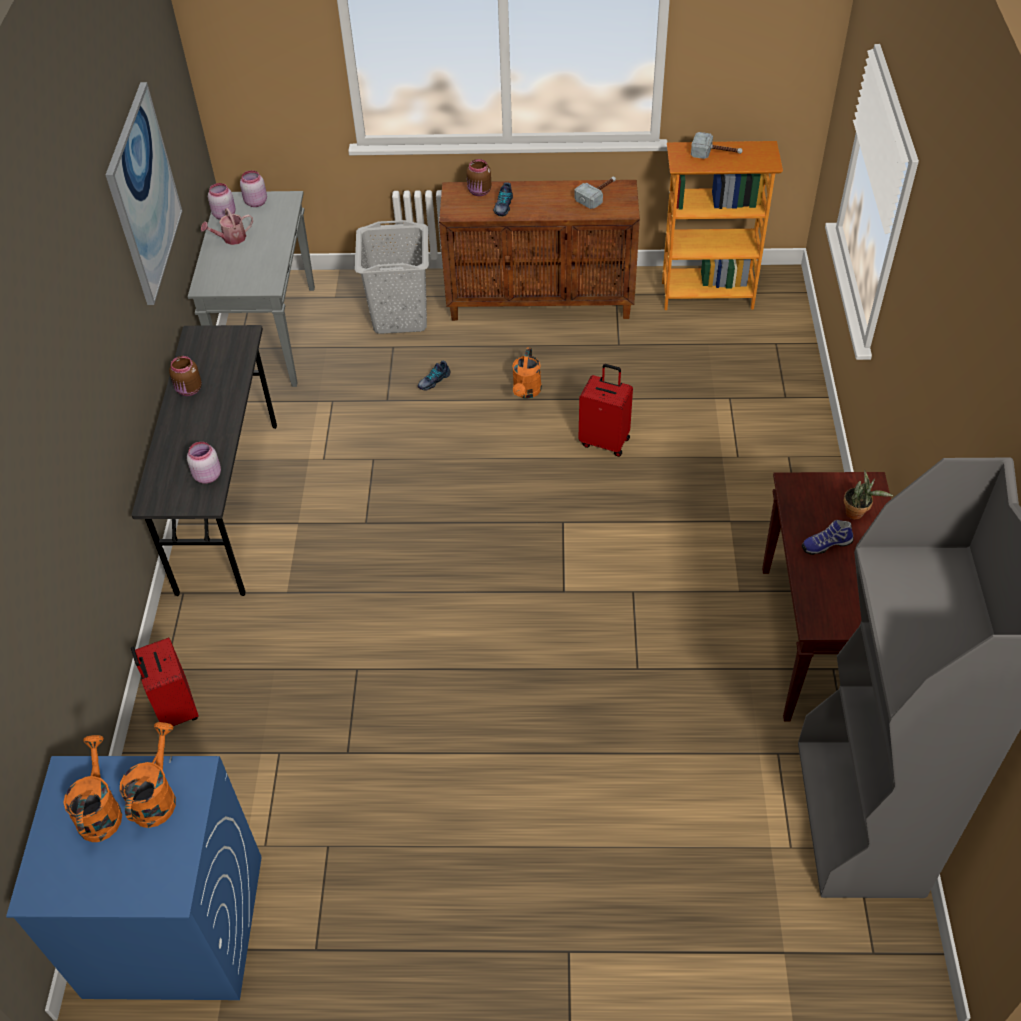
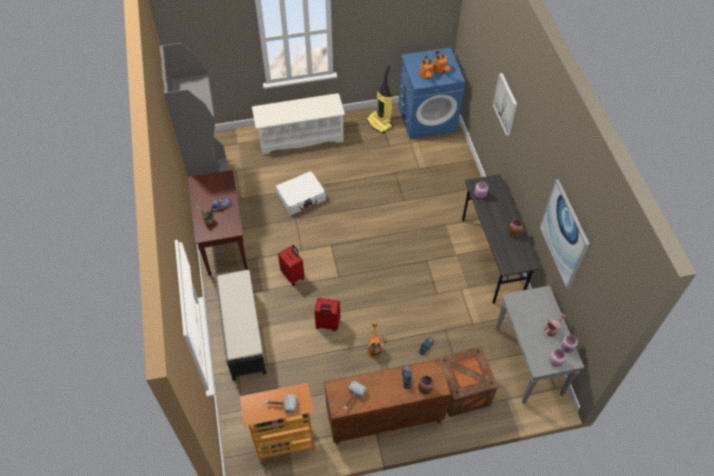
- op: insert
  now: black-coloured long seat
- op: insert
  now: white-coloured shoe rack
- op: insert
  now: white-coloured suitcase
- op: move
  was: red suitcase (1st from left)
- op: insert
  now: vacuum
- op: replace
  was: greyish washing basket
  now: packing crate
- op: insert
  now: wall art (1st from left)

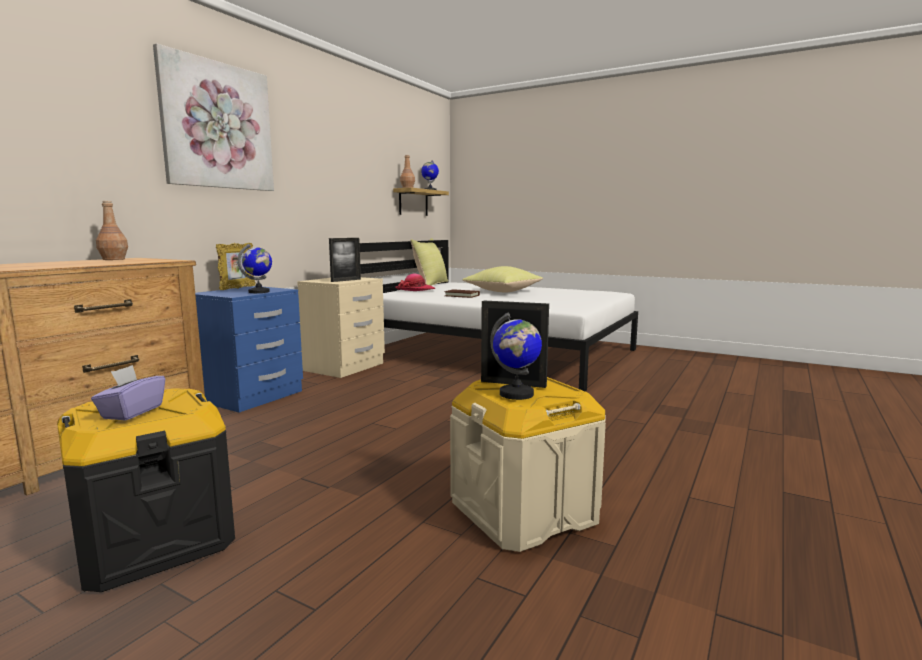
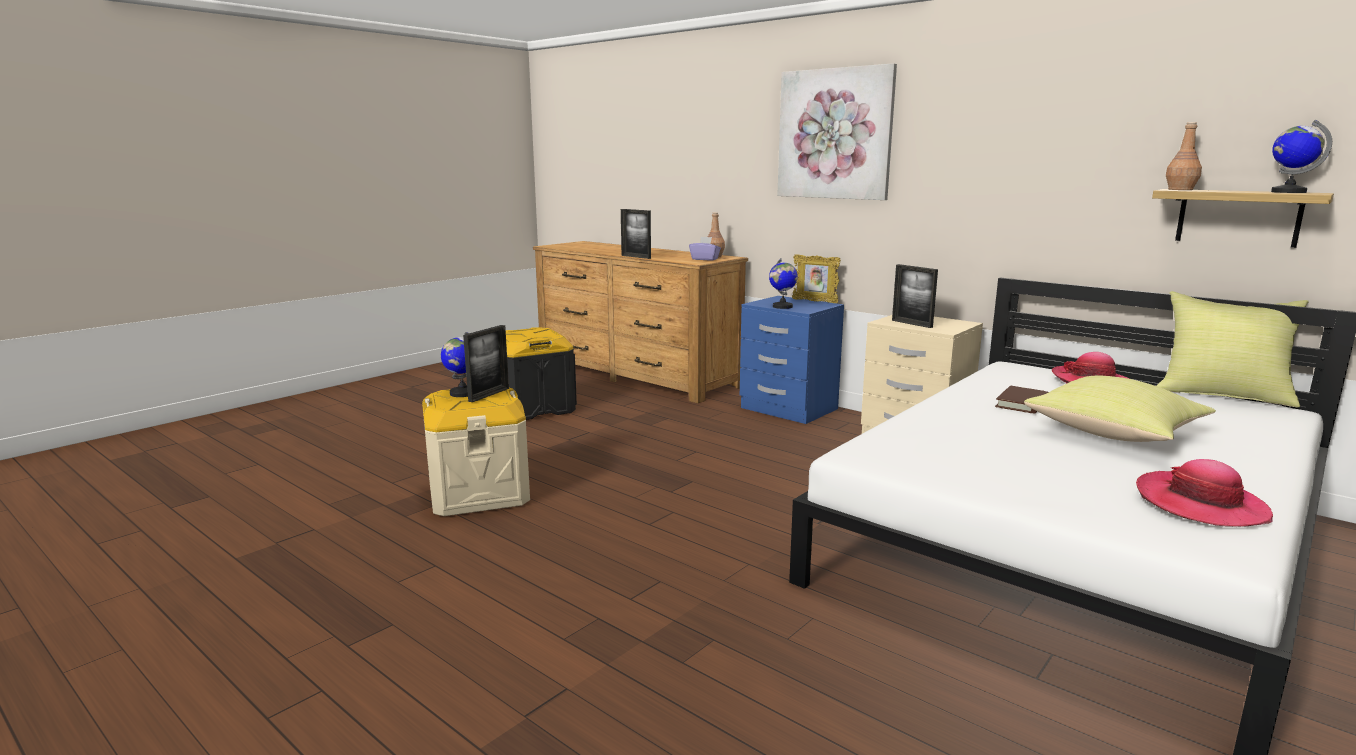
- op: insert
  now: picture frame (2nd from left)
- op: move
  was: purple box of tissues
- op: insert
  now: hat (2nd from left)

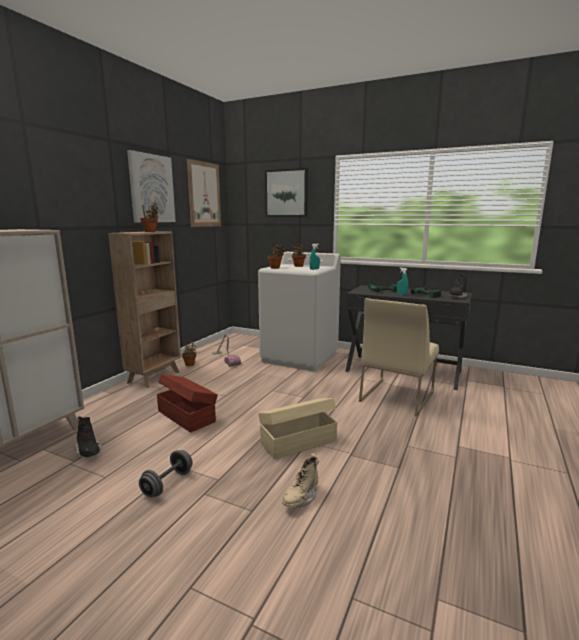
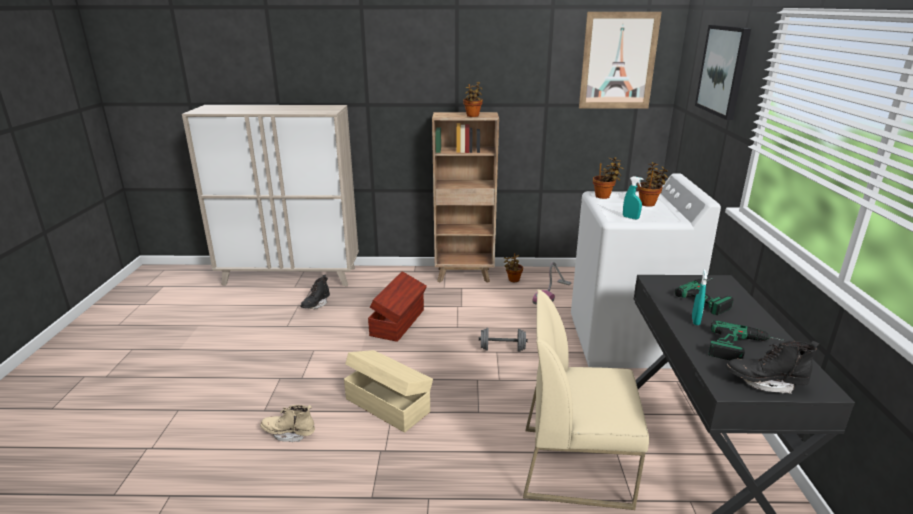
- op: move
  was: greyish free weight
- op: delete
  was: wall art (1st from left)

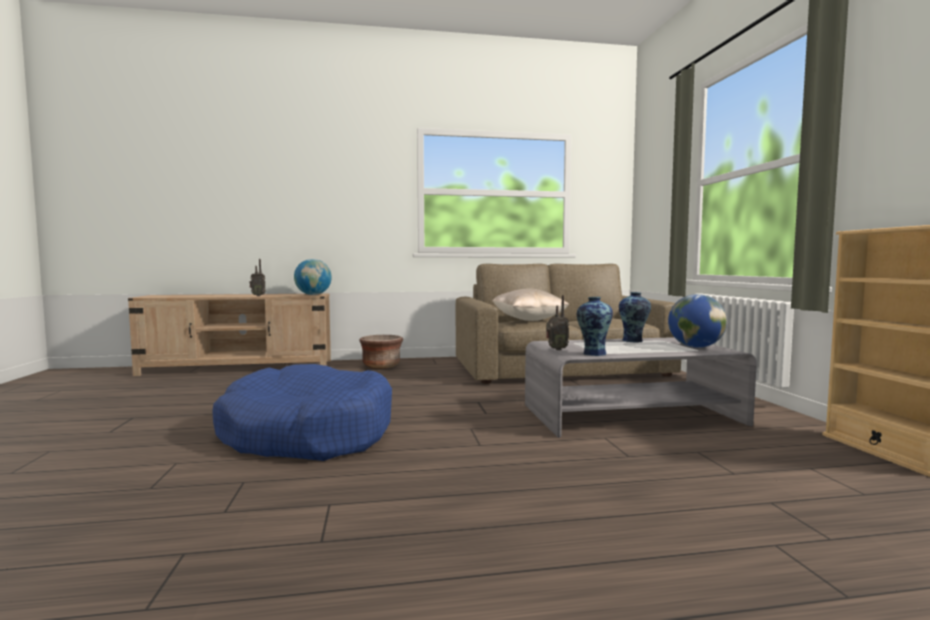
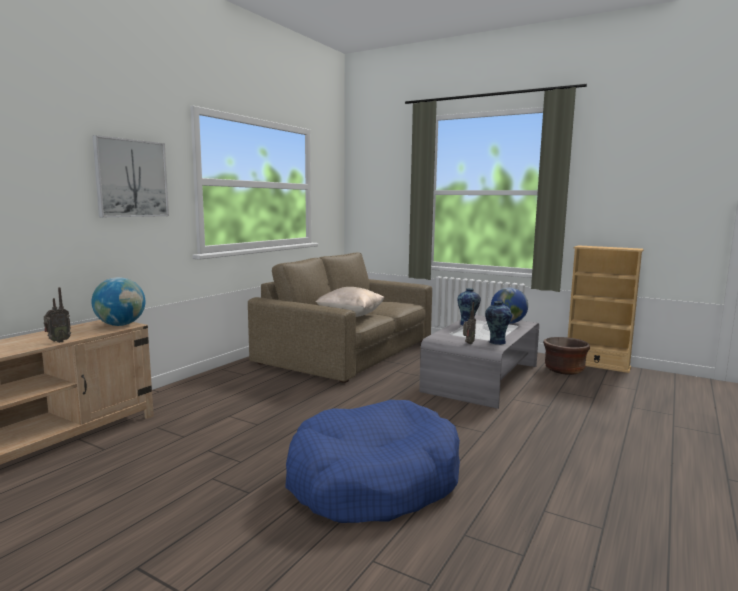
- op: insert
  now: wall art
- op: move
  was: brown plant pot

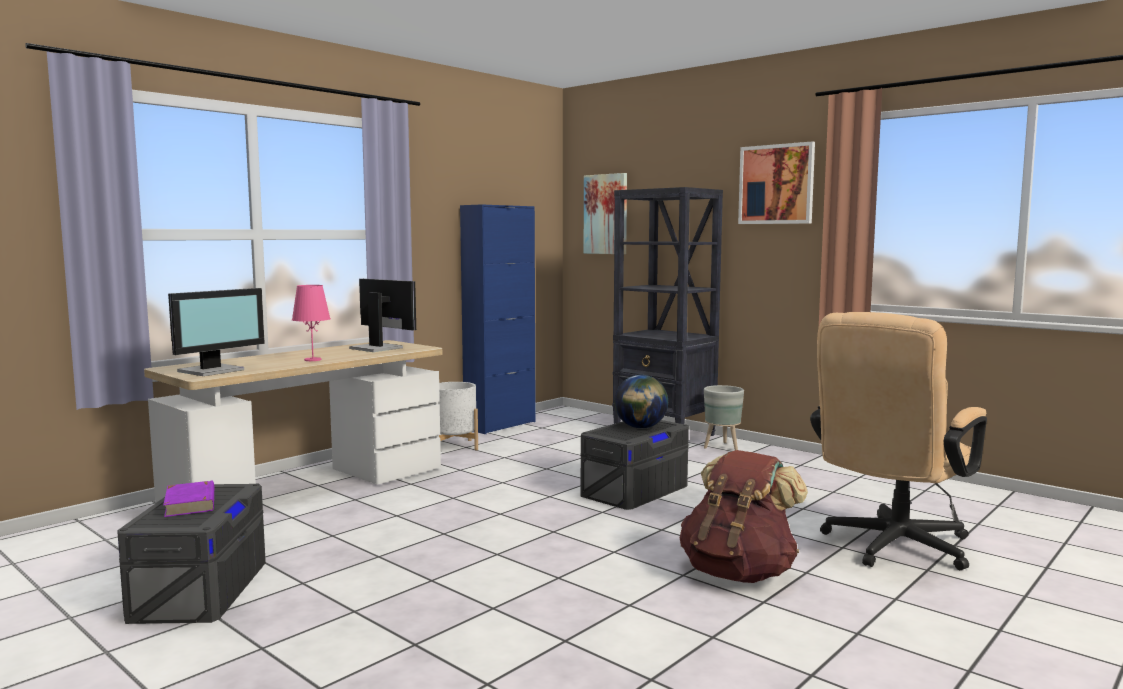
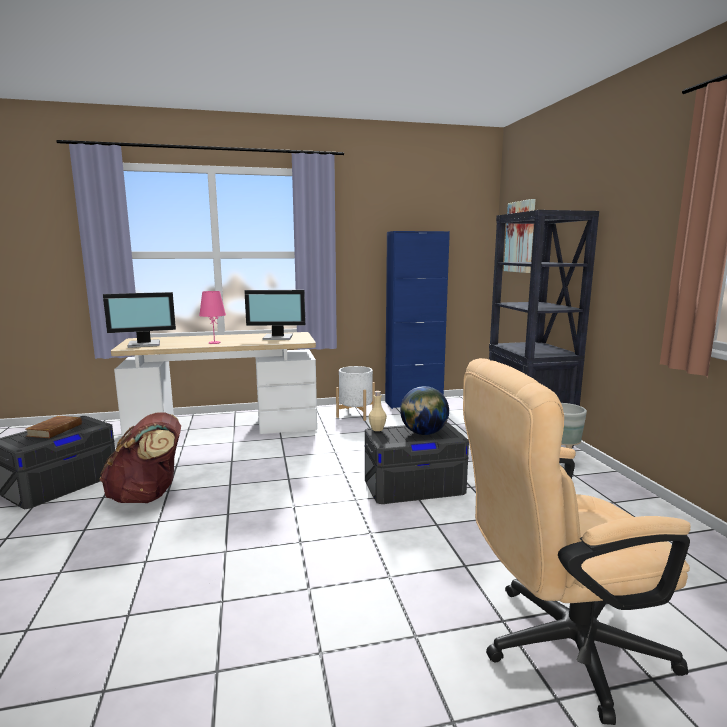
- op: recolor
  was: purple volume
  now: brown volume
- op: move
  was: brown backpack
- op: rotate
  was: computer display (2nd from left)
  clockwise: 105
- op: insert
  now: beige-coloured bottle
- op: delete
  was: wall art (2nd from left)

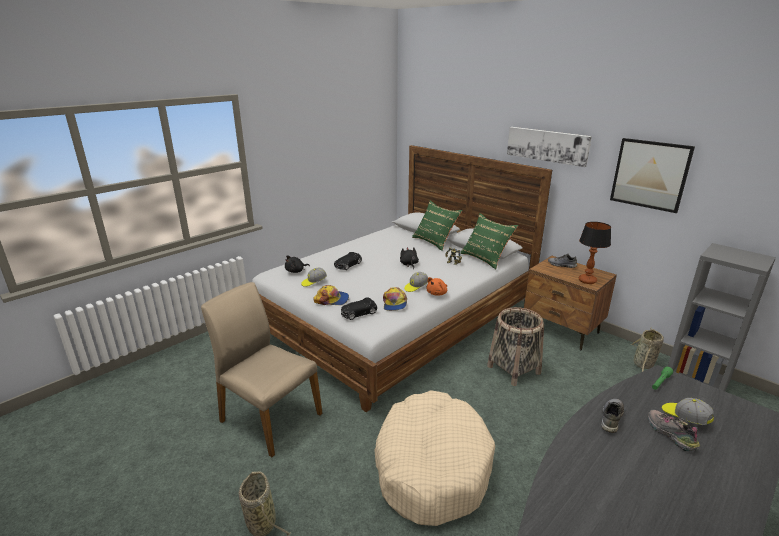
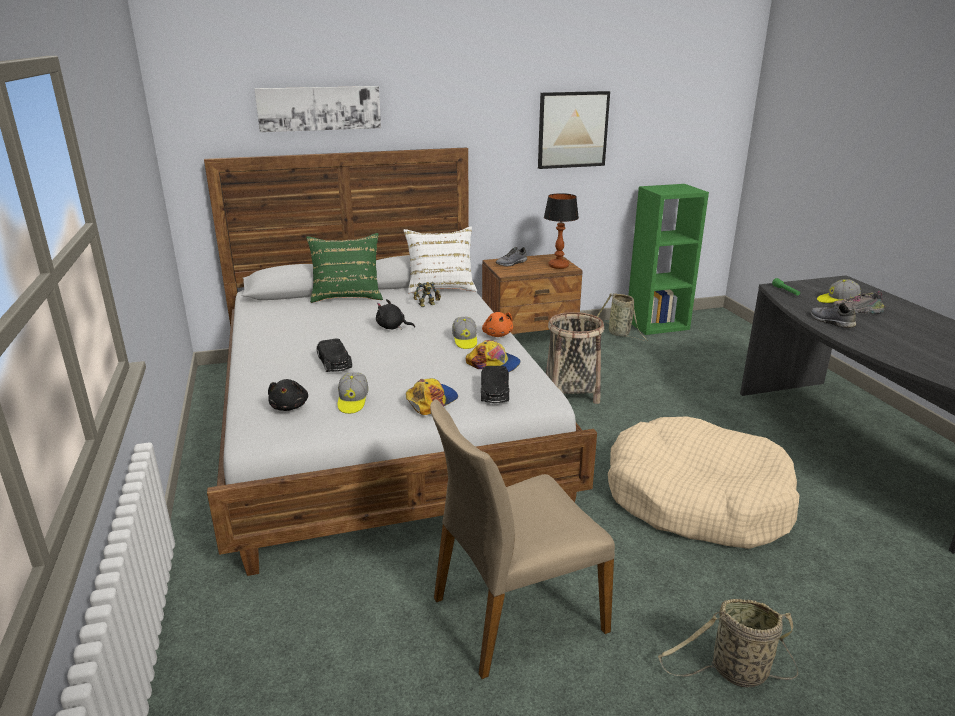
- op: move
  was: wall art (1st from left)
- op: recolor
  was: greenish cushion (2nd from left)
  now: white-coloured cushion
- op: recolor
  was: greyish bookcase
  now: greenish bookcase

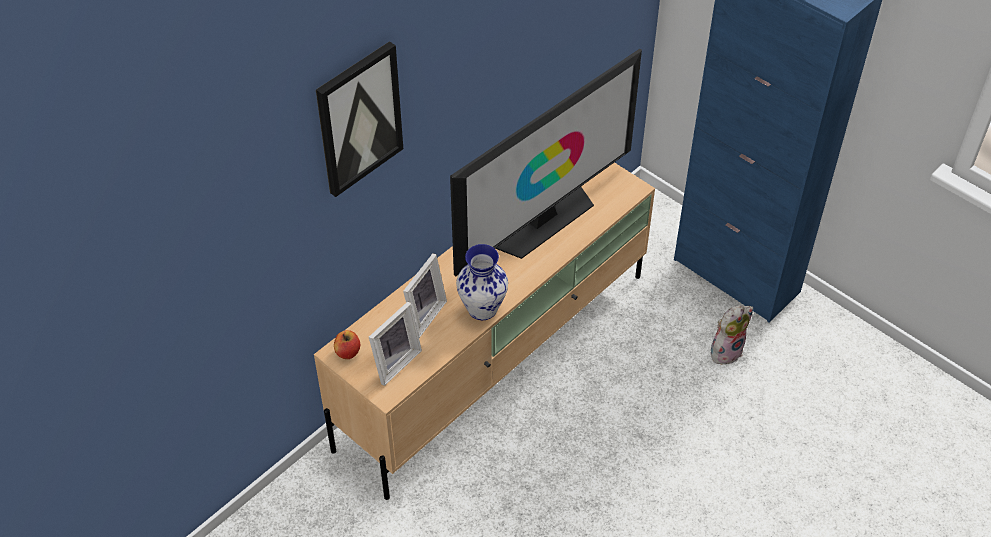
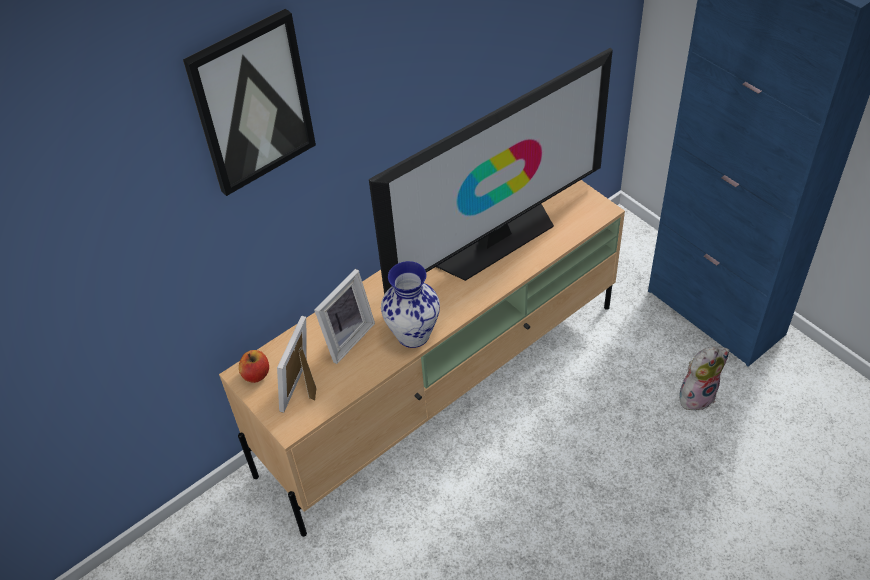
- op: rotate
  was: picture frame (1st from left)
  clockwise: 150

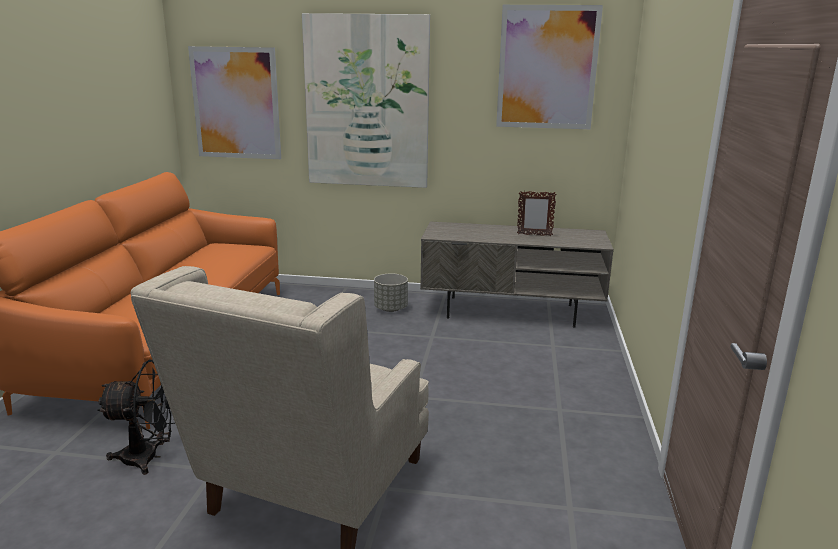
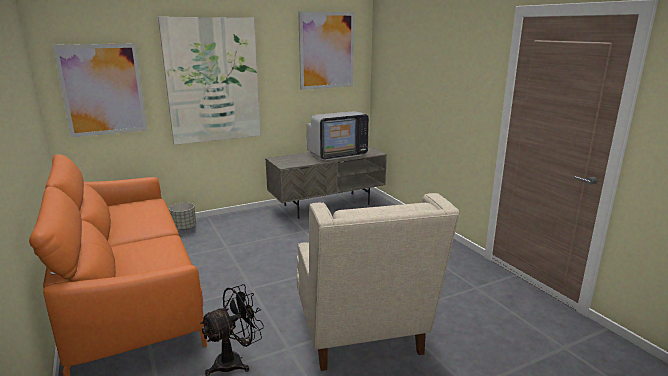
- op: move
  was: greyish plant pot
- op: replace
  was: picture frame
  now: TV set

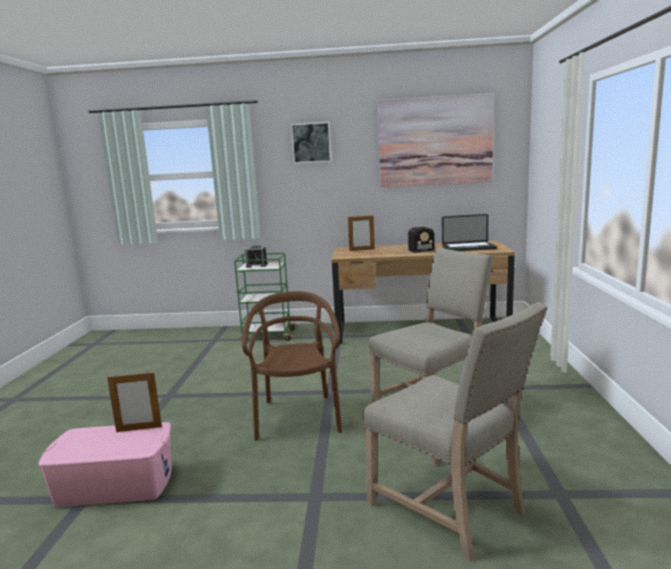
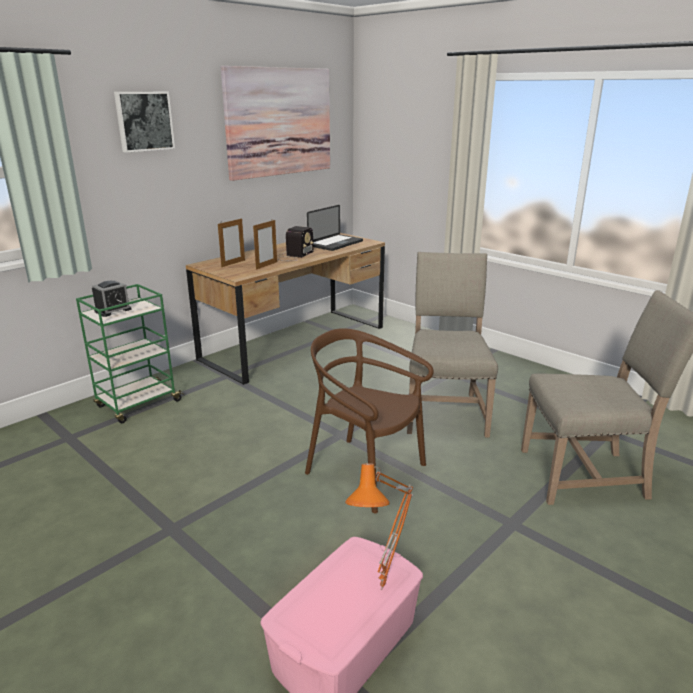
- op: move
  was: picture frame (1st from left in the first image)
  now: picture frame (2nd from left)
- op: insert
  now: orangey table lamp

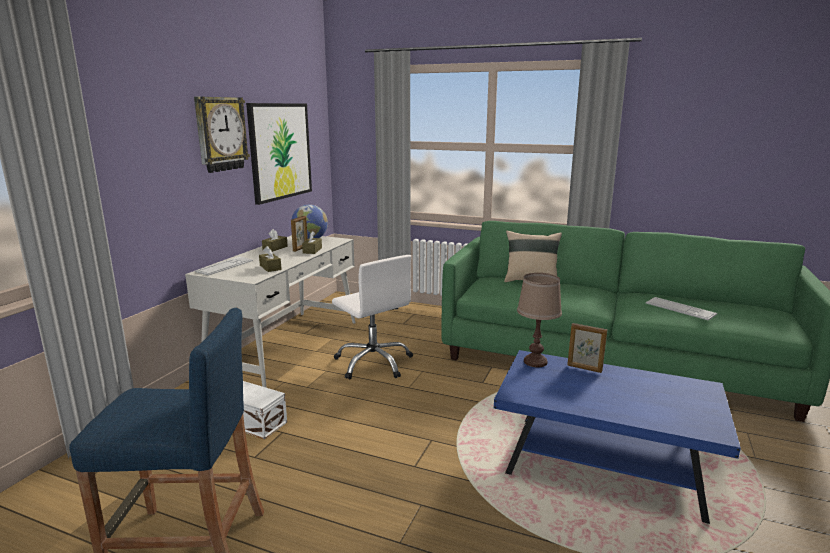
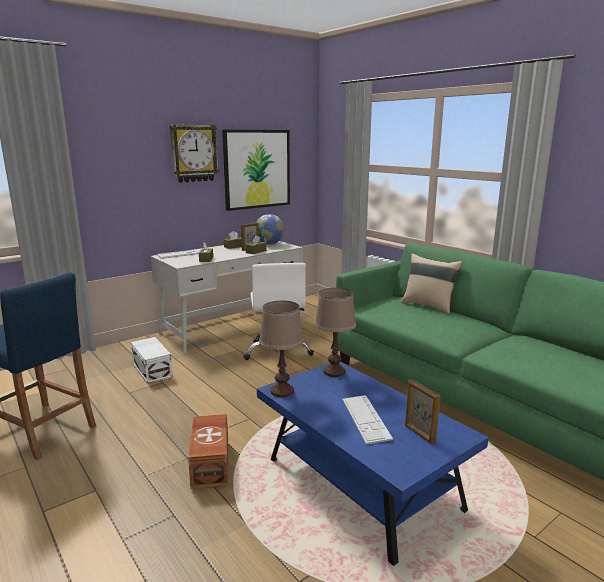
- op: insert
  now: brown storage box
- op: insert
  now: brown table lamp (1st from left)
- op: move
  was: computer keyboard (2nd from left)
- op: move
  was: picture frame (2nd from left)

